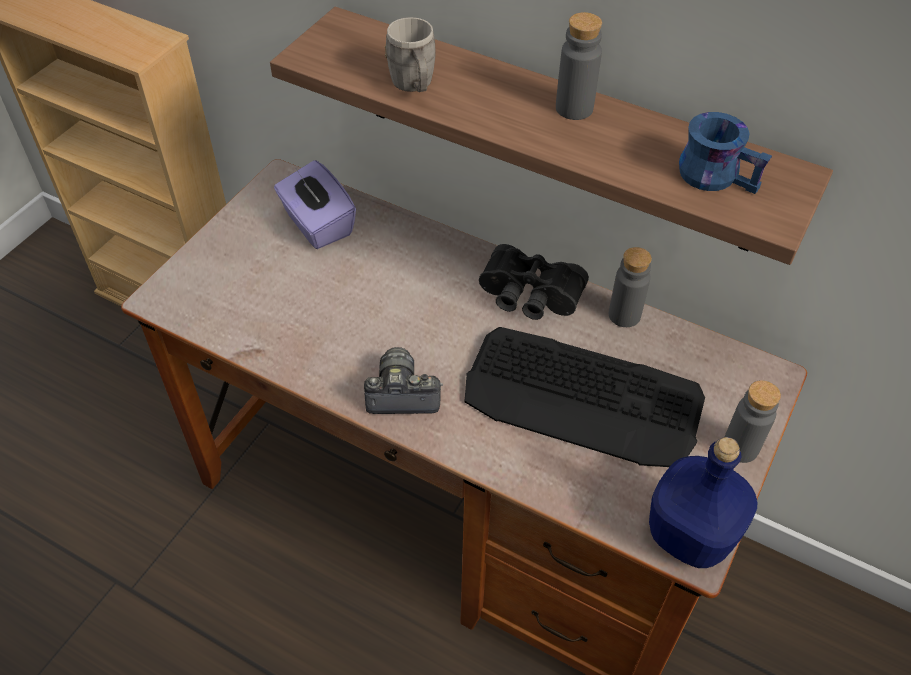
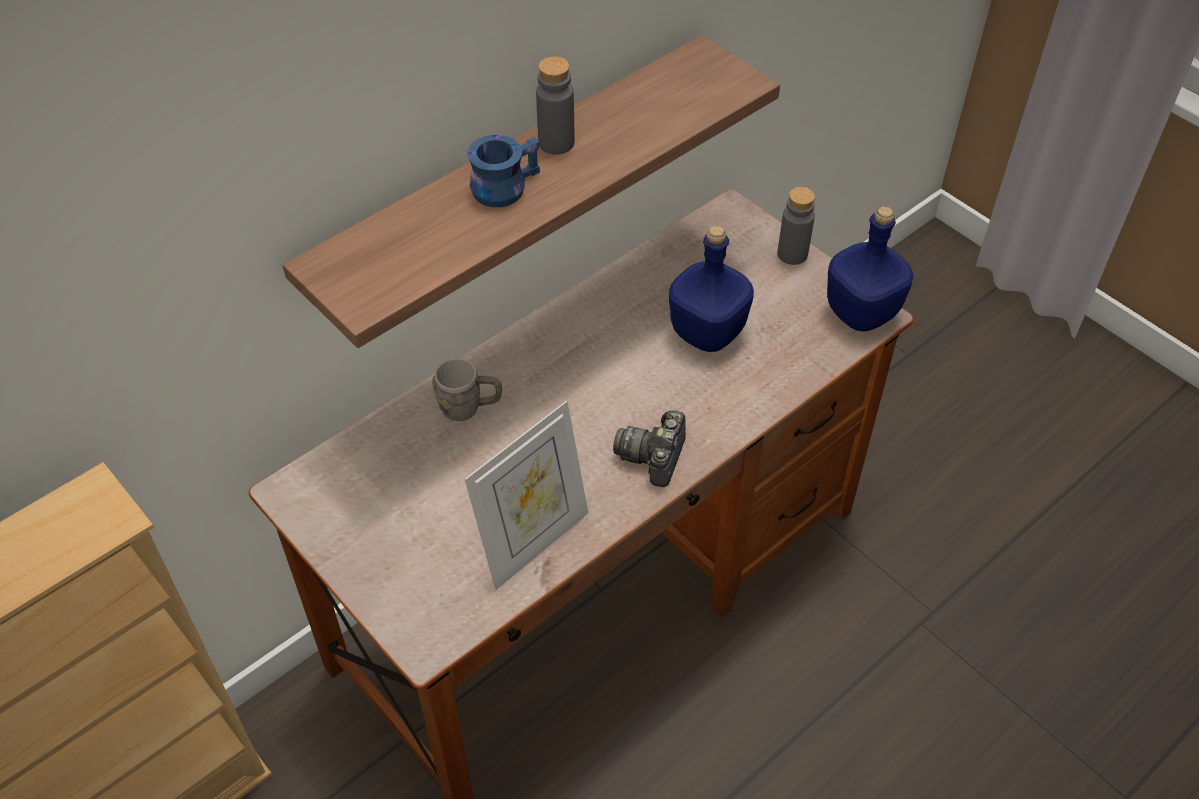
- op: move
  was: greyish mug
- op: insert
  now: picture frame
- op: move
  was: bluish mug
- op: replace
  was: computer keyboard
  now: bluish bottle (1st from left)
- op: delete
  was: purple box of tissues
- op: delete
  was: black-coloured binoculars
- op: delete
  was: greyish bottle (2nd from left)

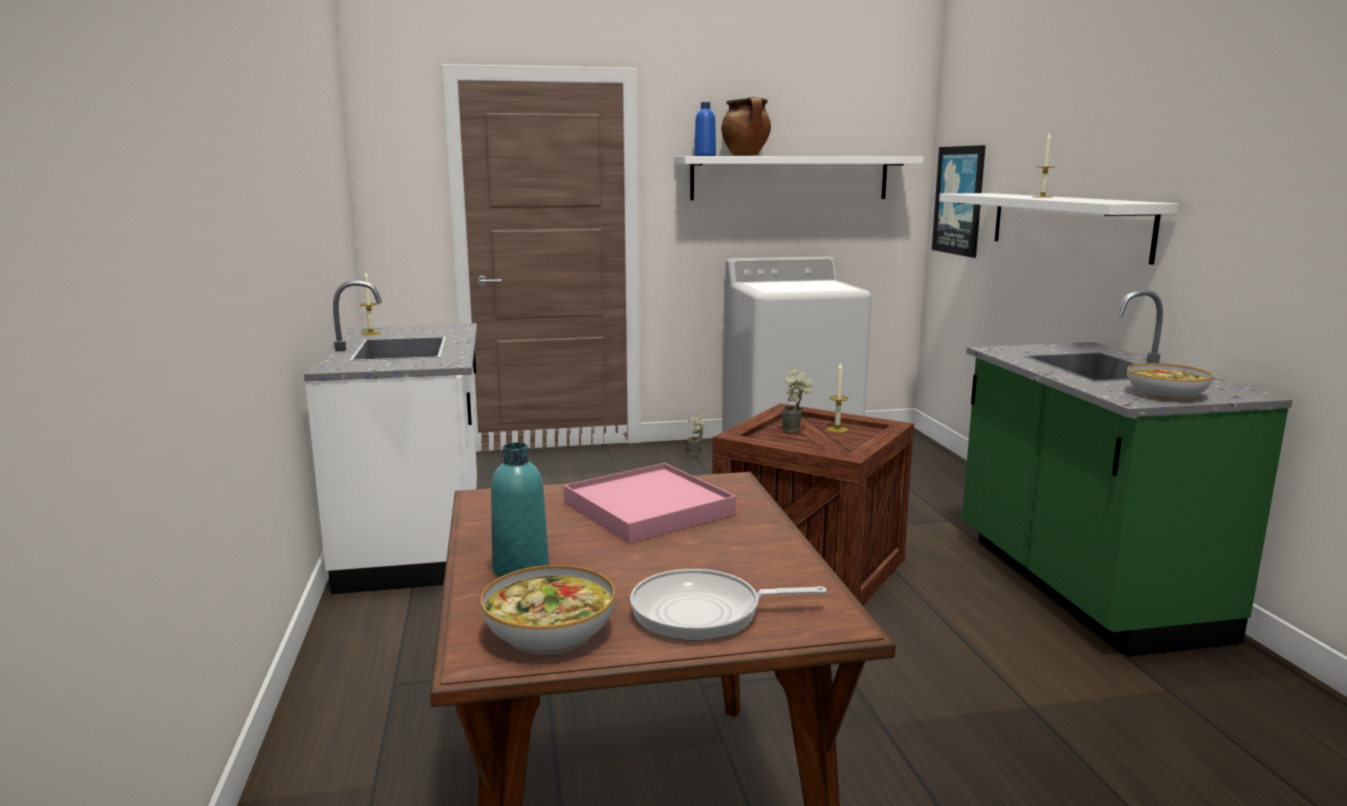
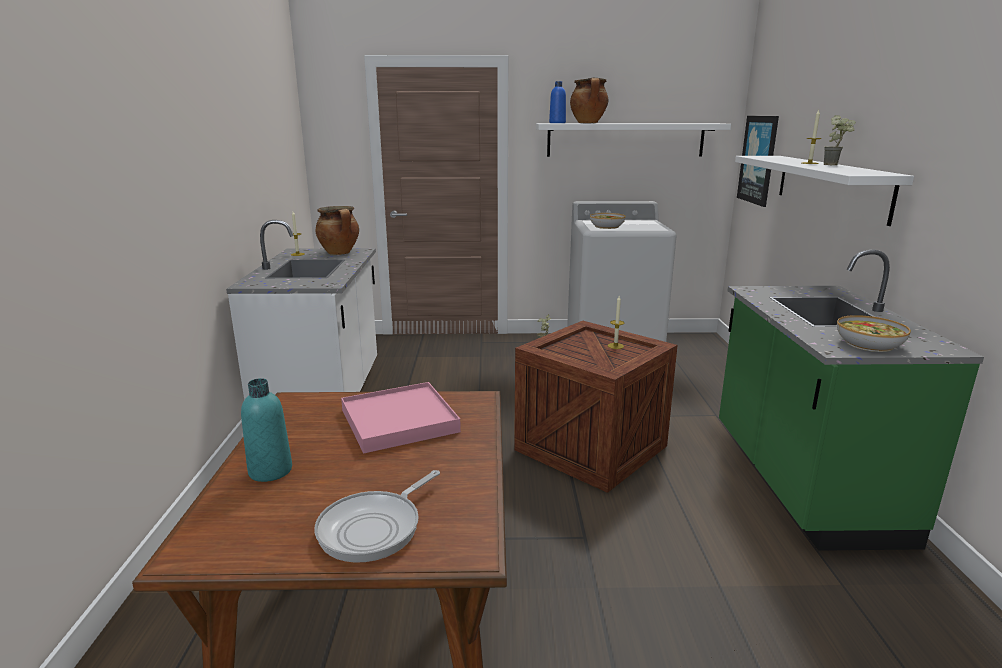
- op: rotate
  was: skillet
  clockwise: -60
- op: insert
  now: stockpot (1st from left)
- op: move
  was: deep dish (1st from left)
- op: move
  was: plant in a pot (2nd from left)

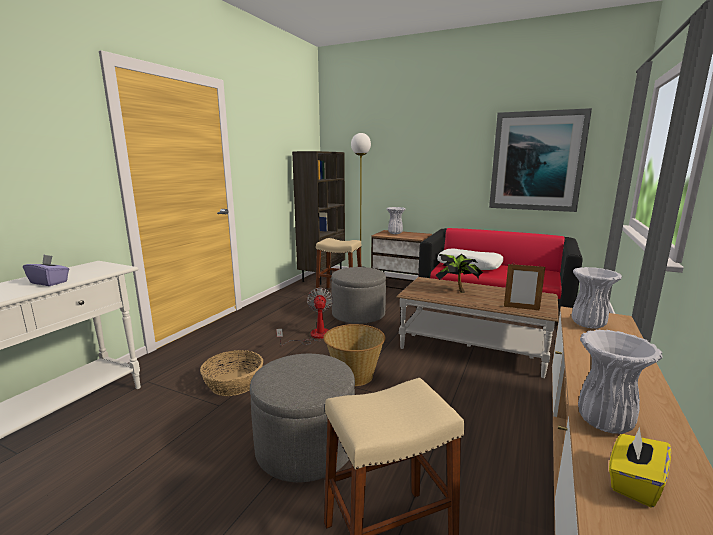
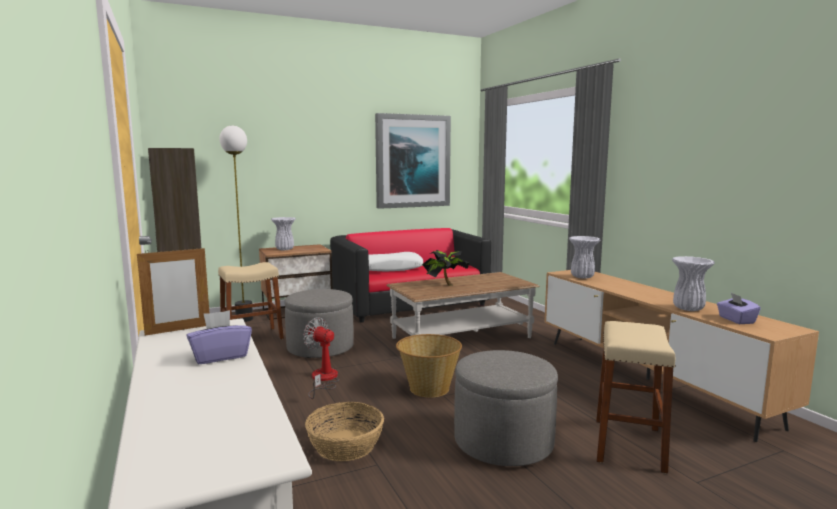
- op: move
  was: picture frame
- op: recolor
  was: yellowish box of tissues
  now: purple box of tissues (2nd from left)

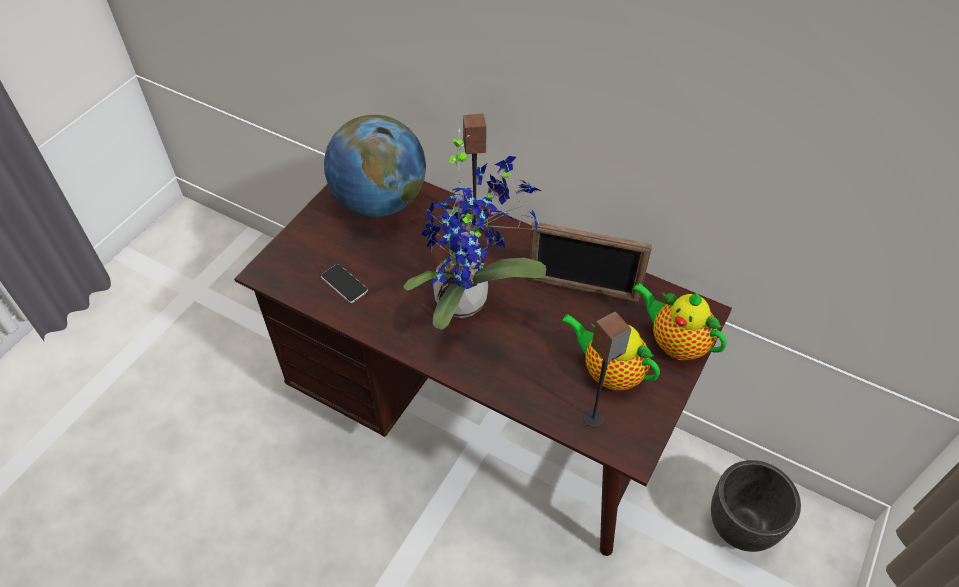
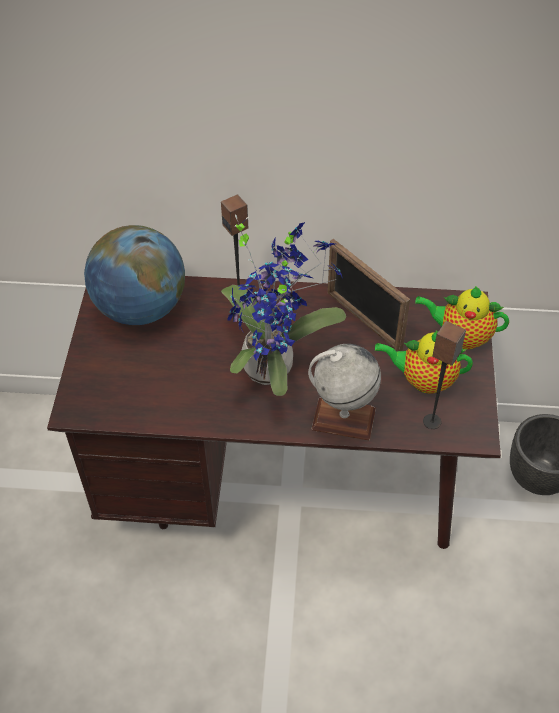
- op: insert
  now: world globe (2nd from left)
- op: rotate
  was: picture frame
  clockwise: 60
- op: delete
  was: telephone

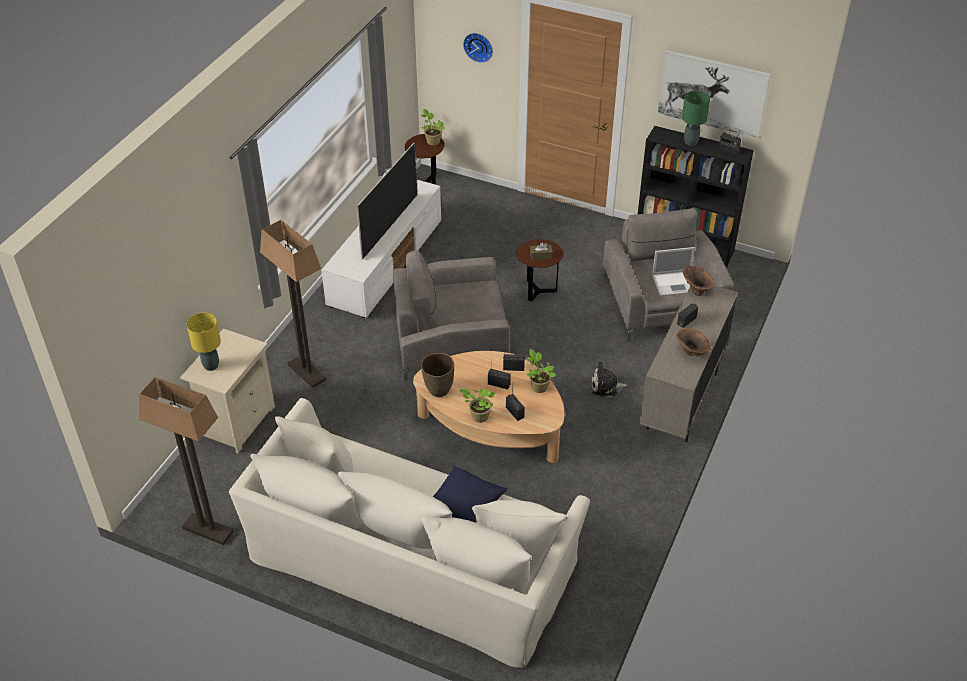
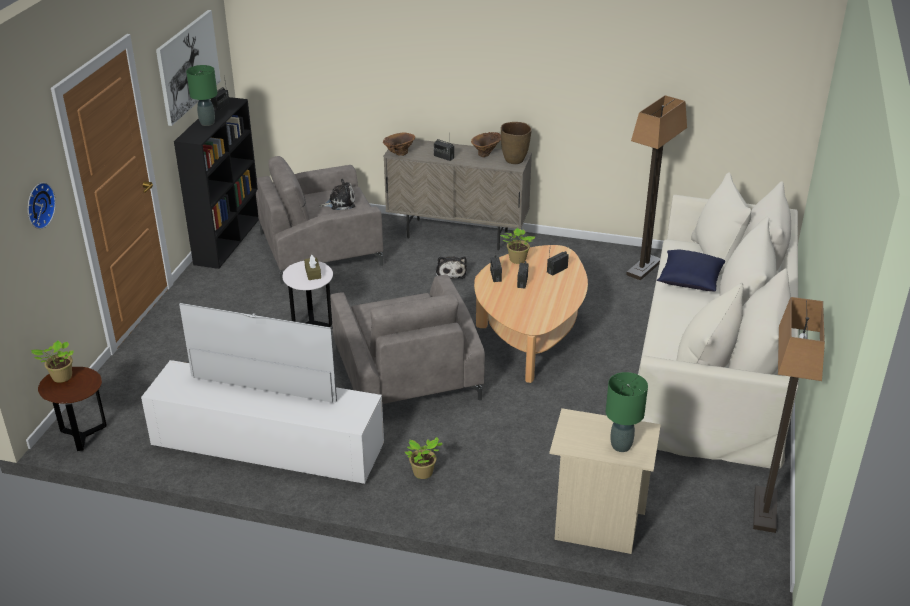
- op: recolor
  was: brown end table (2nd from left)
  now: white-coloured end table
- op: replace
  was: laptop
  now: soft toy (1st from left)
- op: move
  was: plant in a pot (2nd from left)
- op: move
  was: brown decorative vase (1st from left in the first image)
  now: brown decorative vase (3rd from left)
- op: recolor
  was: yellowish table lamp
  now: greenish table lamp (2nd from left)
- op: move
  was: standard lamp (2nd from left in the first image)
  now: standard lamp (1st from left)

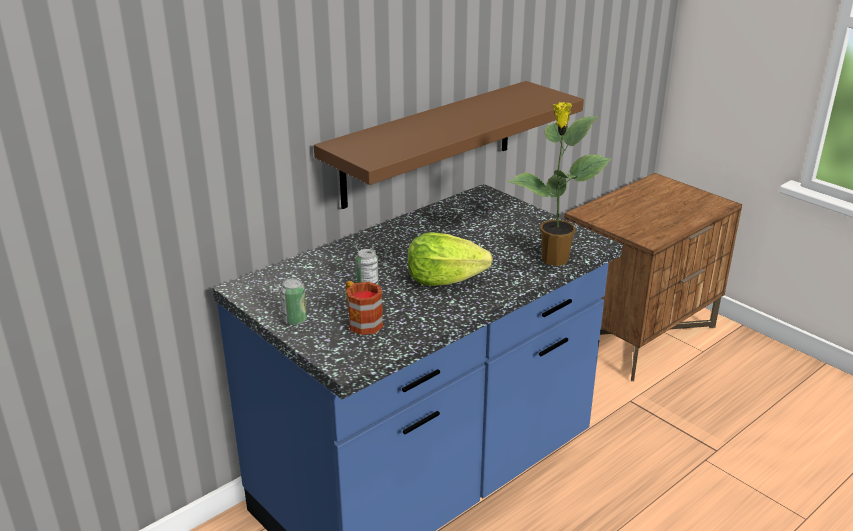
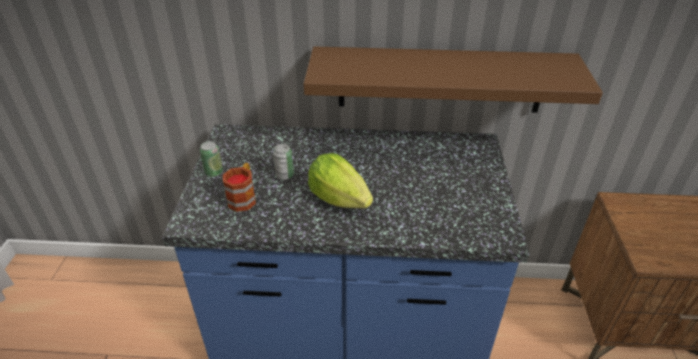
- op: delete
  was: plant in a pot

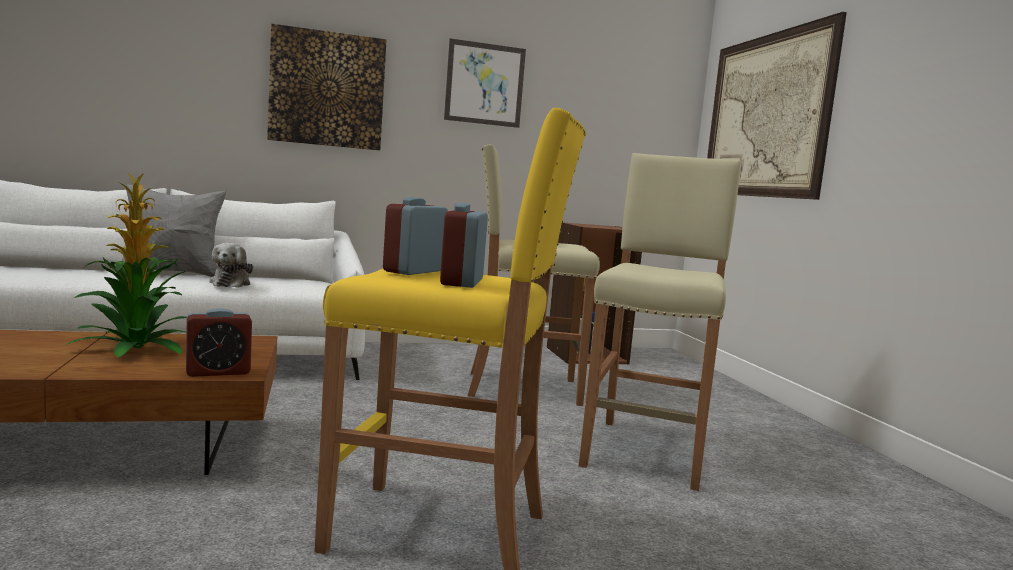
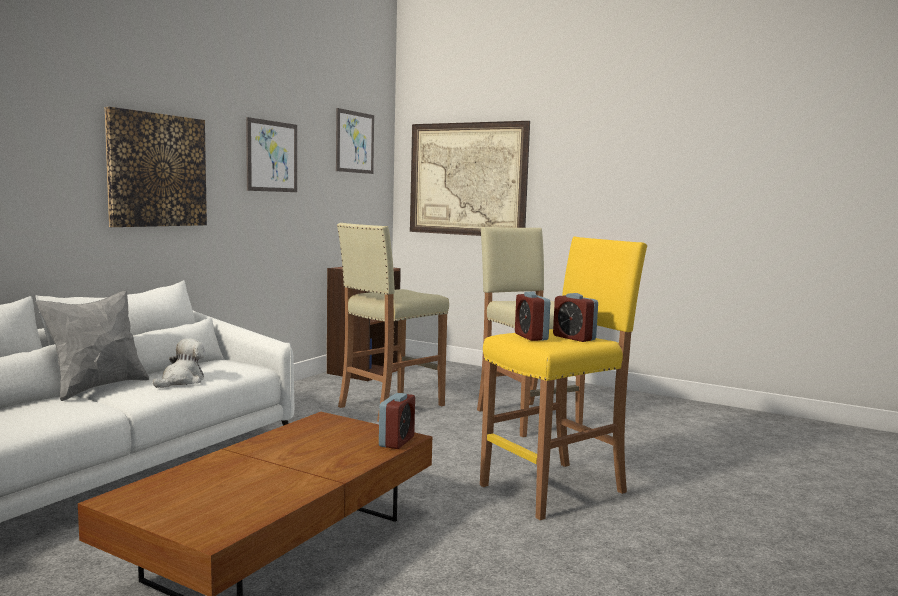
- op: rotate
  was: soft toy
  clockwise: -105
- op: insert
  now: wall art (3rd from left)
- op: delete
  was: plant in a pot

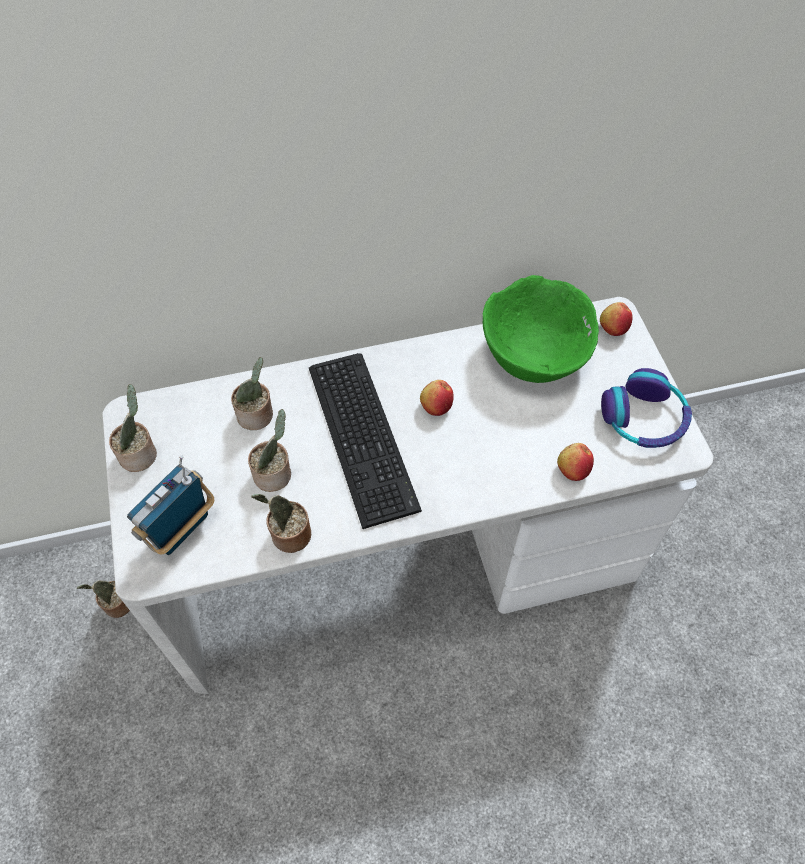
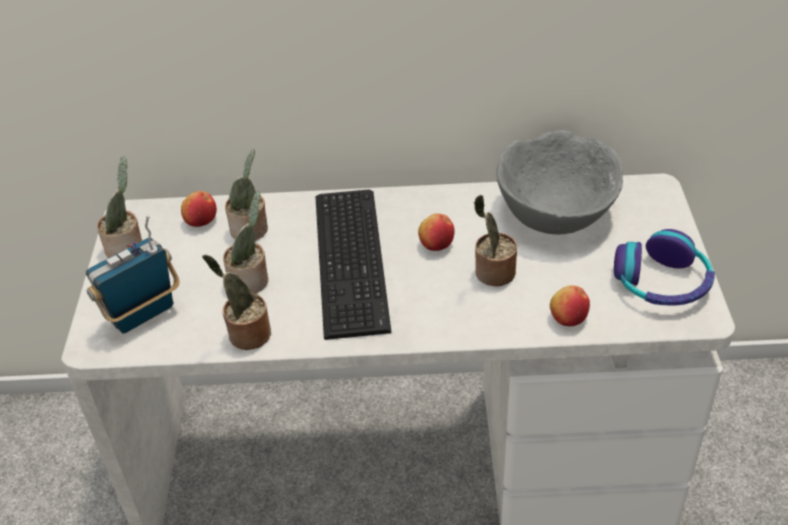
- op: move
  was: whole apple (3rd from left in the first image)
  now: whole apple (1st from left)
- op: move
  was: plant in a pot (1st from left in the first image)
  now: plant in a pot (5th from left)
- op: recolor
  was: greenish deep dish
  now: greyish deep dish

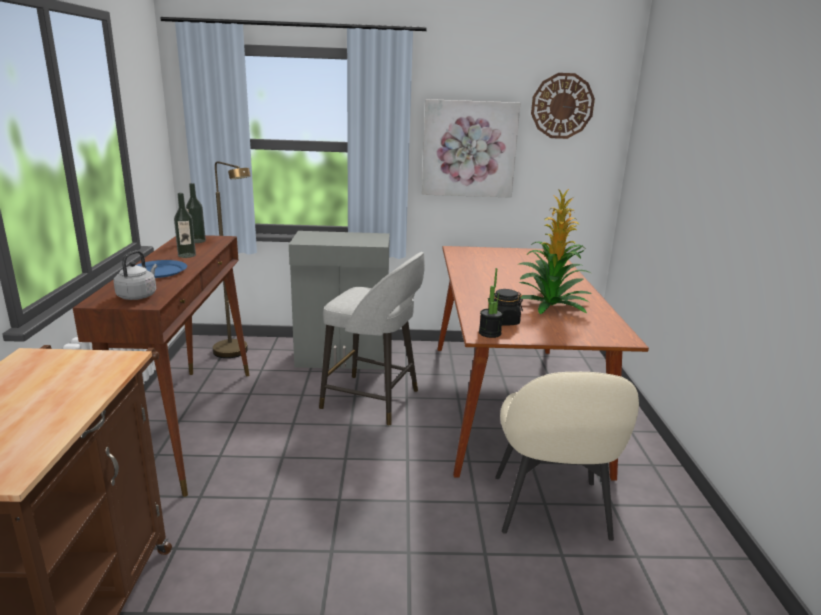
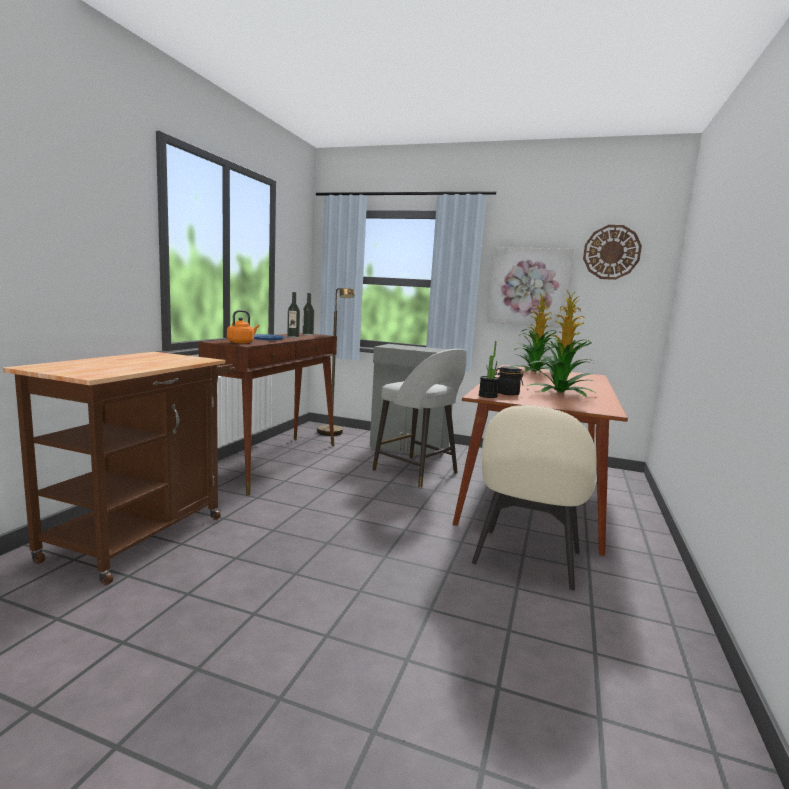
- op: recolor
  was: greyish kettle
  now: orangey kettle
- op: insert
  now: plant in a pot (2nd from left)

